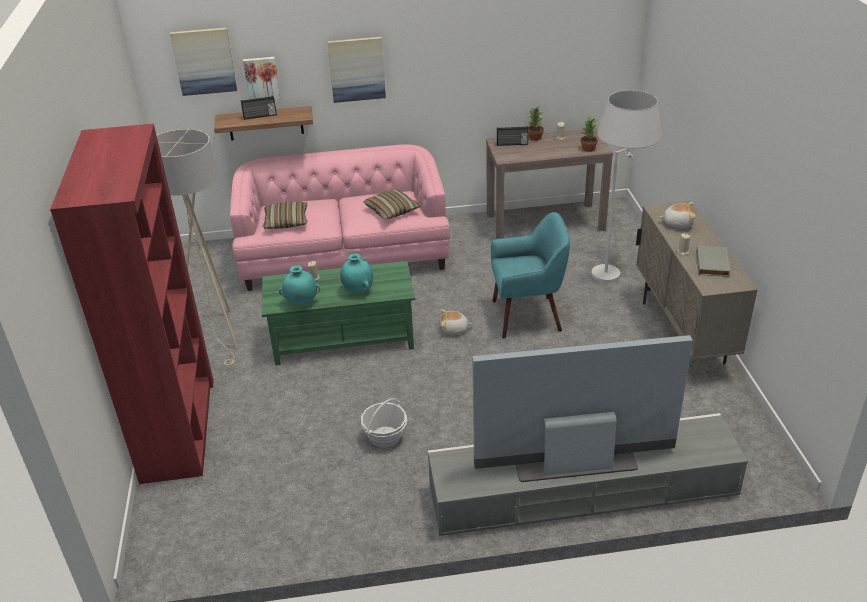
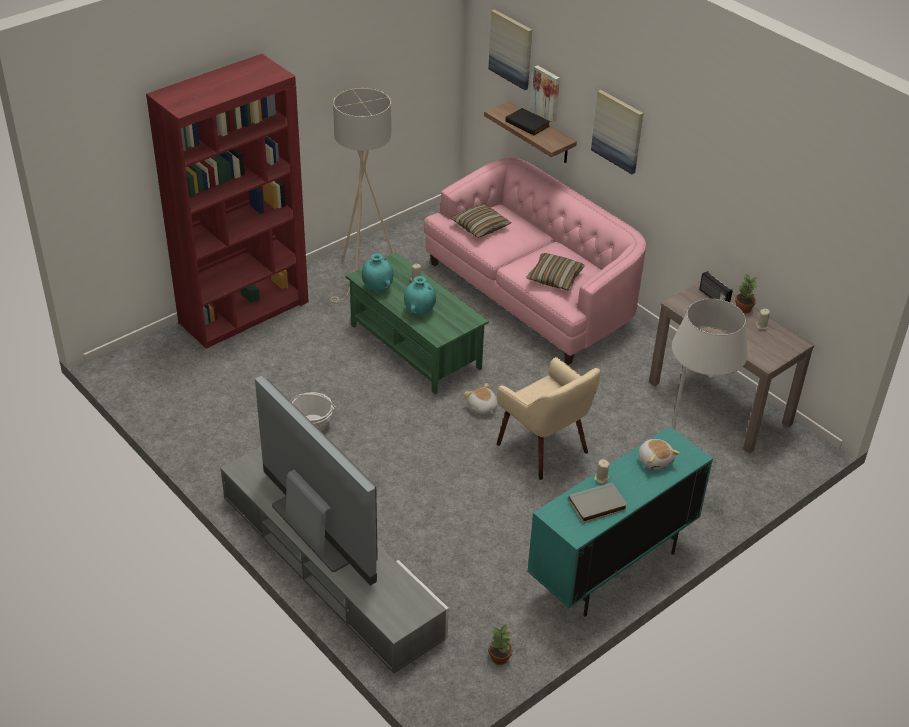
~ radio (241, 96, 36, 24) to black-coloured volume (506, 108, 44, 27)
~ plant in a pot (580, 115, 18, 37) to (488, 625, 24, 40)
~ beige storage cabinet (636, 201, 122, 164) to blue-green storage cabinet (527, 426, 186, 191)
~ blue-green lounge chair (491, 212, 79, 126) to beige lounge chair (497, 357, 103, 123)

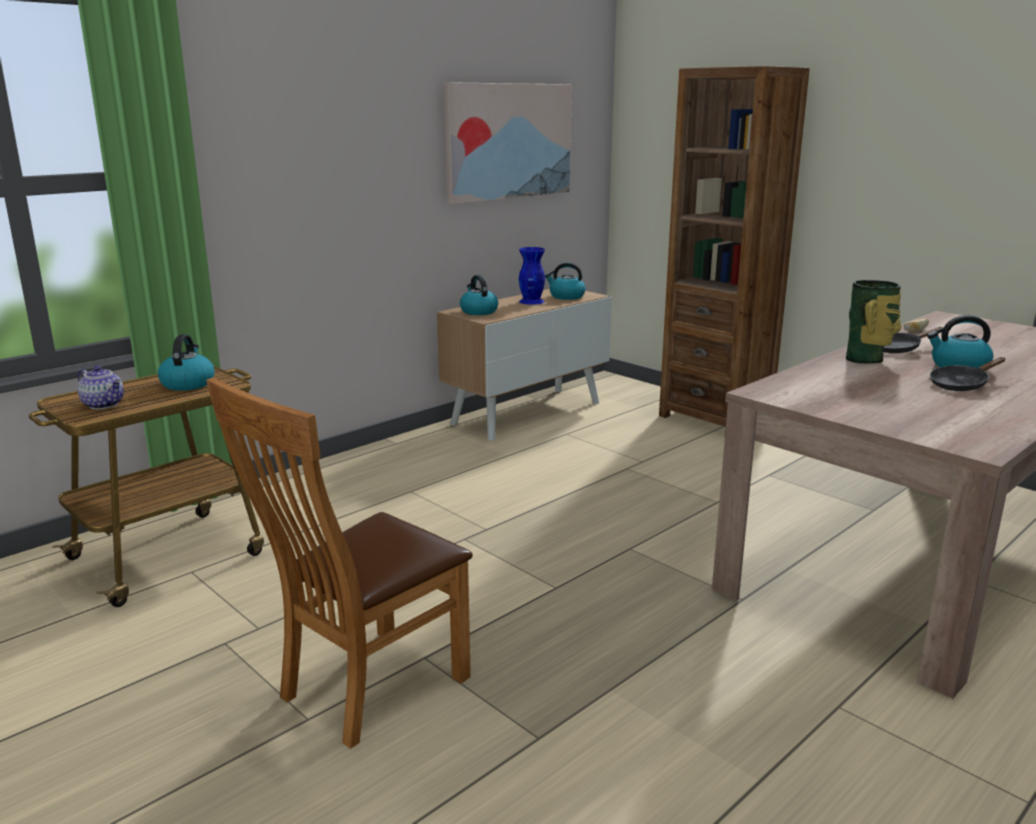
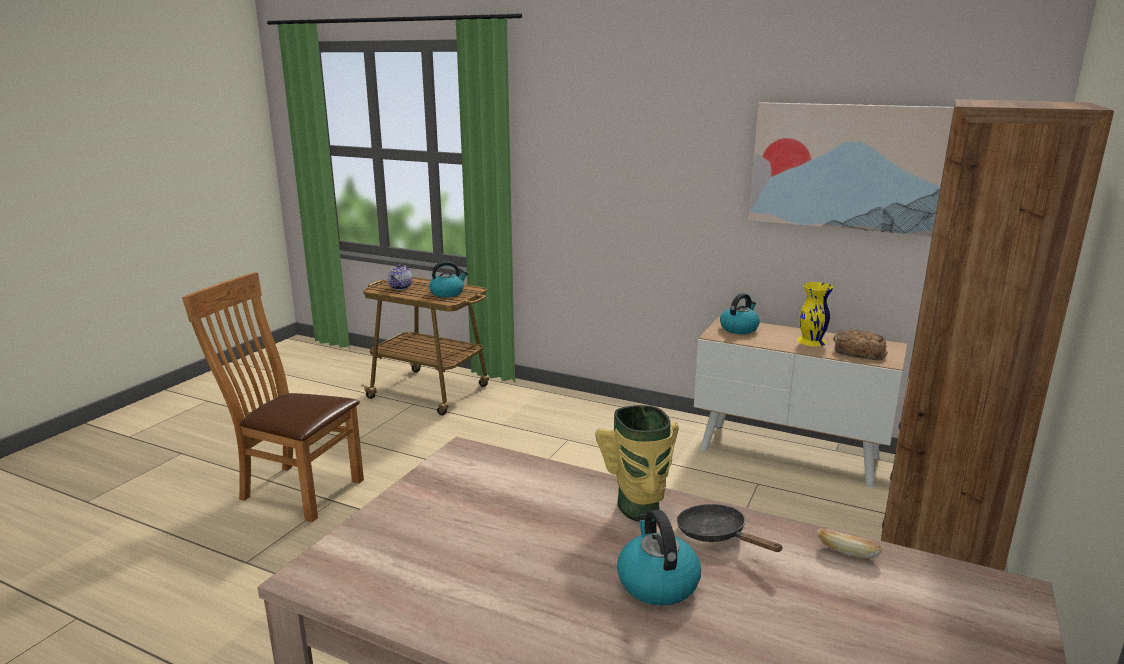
~ blue-coloured flower vase (519, 247, 26, 58) to yellow-coloured flower vase (797, 282, 37, 64)
~ kettle (545, 262, 41, 38) to bakery bread (833, 329, 55, 31)
- black-coloured frying pan (930, 357, 75, 34)

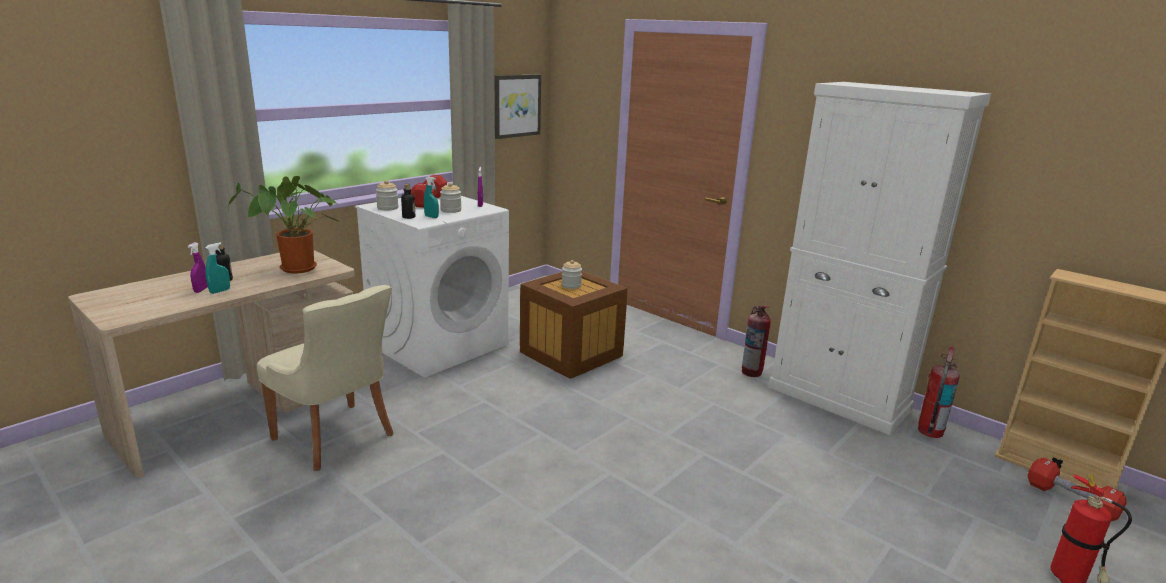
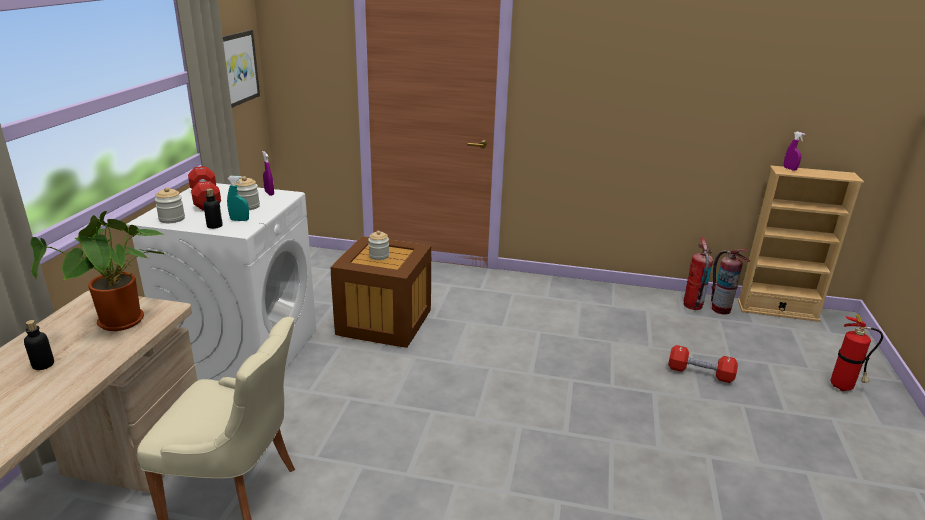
- whitish storage cabinet (768, 82, 223, 353)
~ purplish hand sprayer (188, 242, 20, 51) to (783, 132, 22, 39)
- blue-green hand sprayer (205, 243, 25, 51)
~ fire extinguisher (742, 305, 29, 72) to (711, 249, 39, 66)
~ reddish hand weight (1027, 457, 100, 64) to (668, 345, 70, 38)

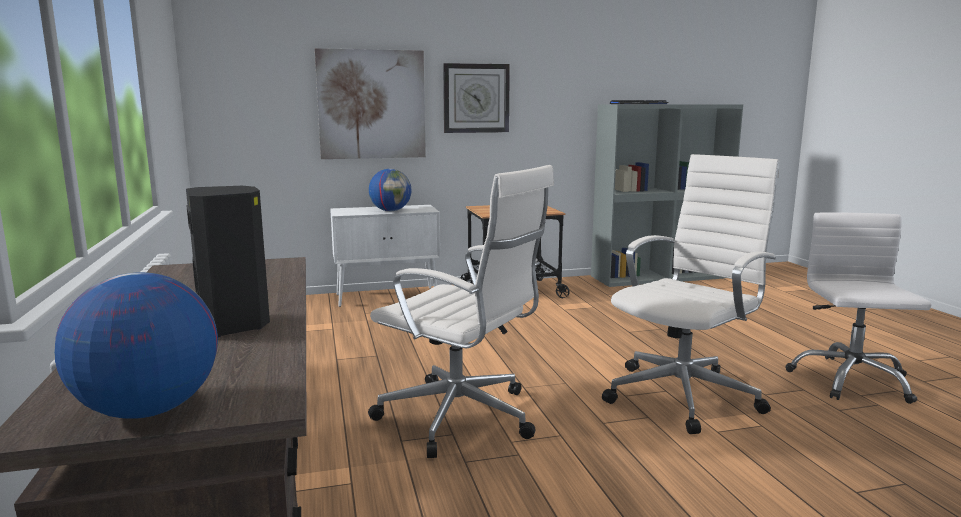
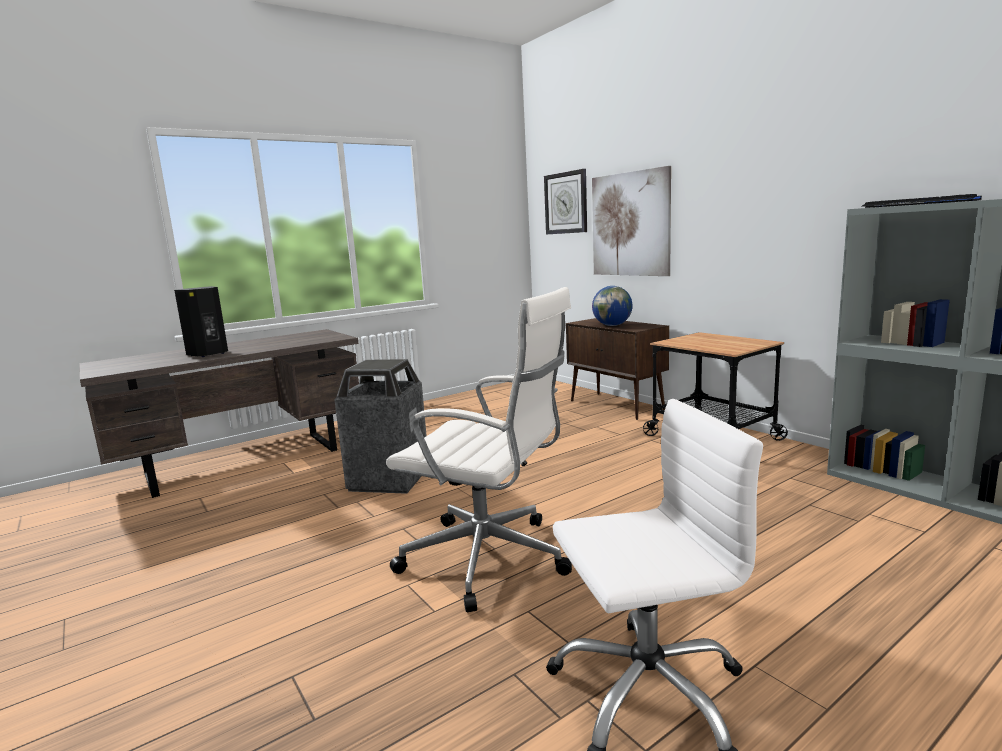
~ hanging clock (443, 63, 67, 70) to (544, 169, 43, 65)
~ whitish computer chair (368, 165, 186, 293) to trash can (335, 359, 92, 135)
~ whitish storage cabinet (330, 205, 110, 102) to brown-coloured storage cabinet (566, 318, 103, 102)
- world globe (54, 272, 164, 147)

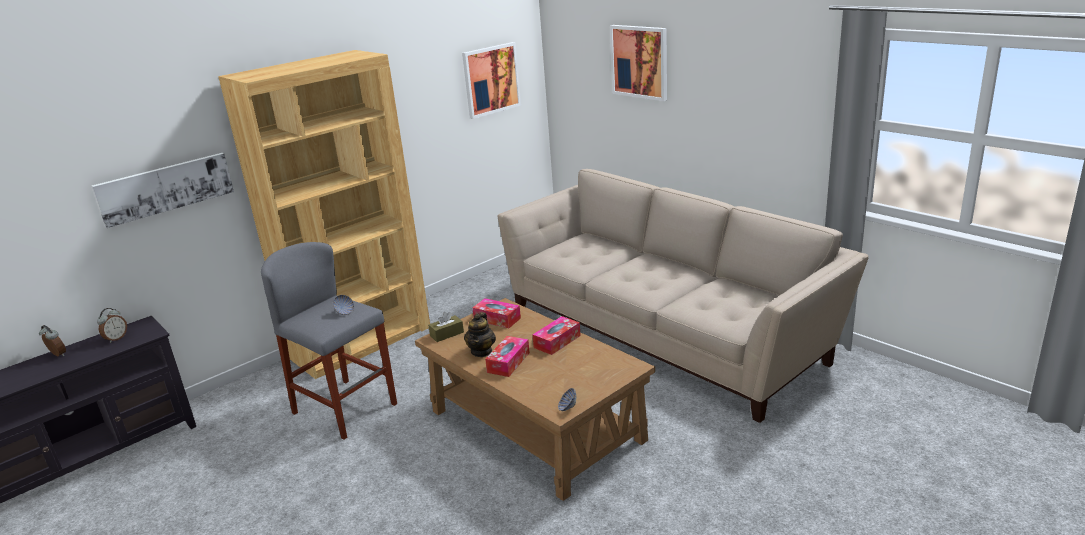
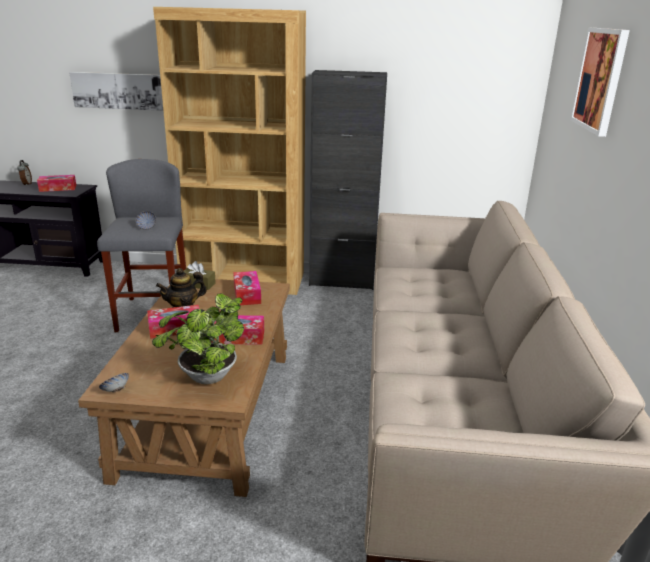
- wall picture (462, 42, 59, 77)
~ bedside clock (97, 308, 30, 35) to tissue box (37, 175, 39, 17)
+ black-coloured storage cabinet (309, 70, 78, 220)
+ plant in a pot (152, 293, 92, 91)

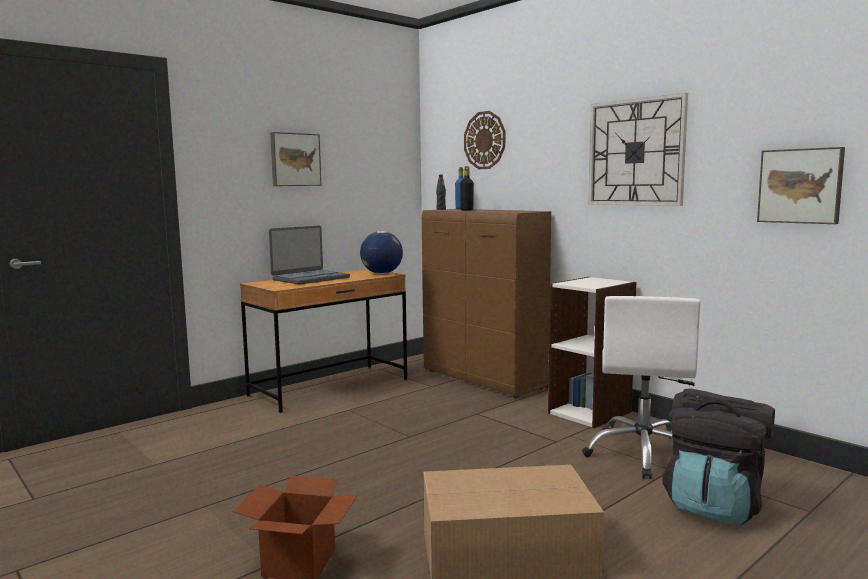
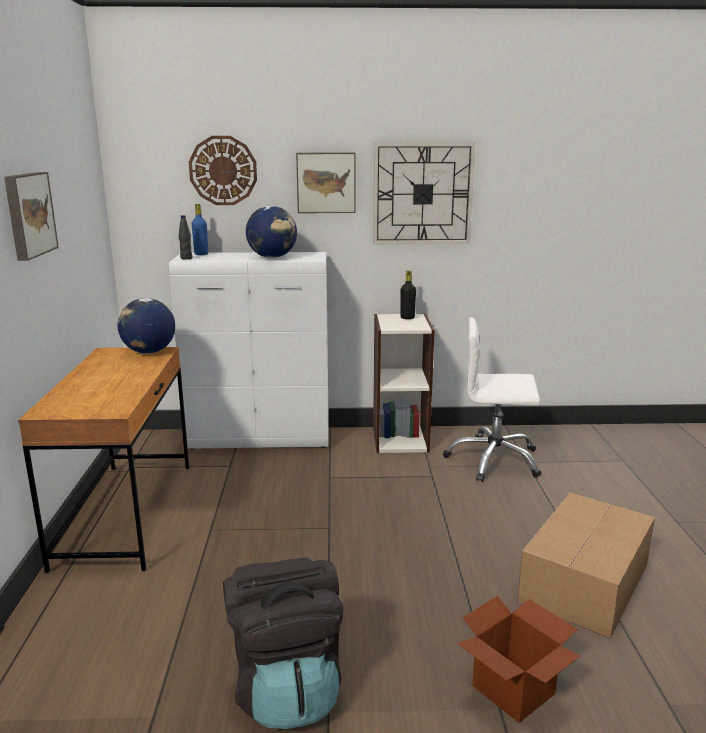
~ wall picture (757, 147, 88, 77) to (296, 153, 60, 60)
~ black-coloured bottle (460, 166, 14, 45) to (400, 271, 16, 48)
~ brown-coloured storage cabinet (422, 209, 129, 189) to whitish storage cabinet (169, 252, 160, 198)
- notebook computer (269, 226, 81, 58)
~ whitish computer chair (582, 296, 119, 183) = (443, 317, 98, 165) 135 degrees clockwise
~ black-coloured backpack (662, 389, 113, 136) to (223, 558, 120, 171)
+ world globe (246, 206, 51, 52)

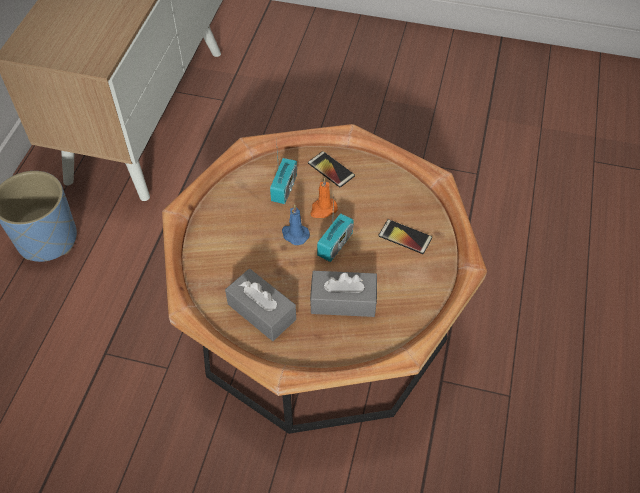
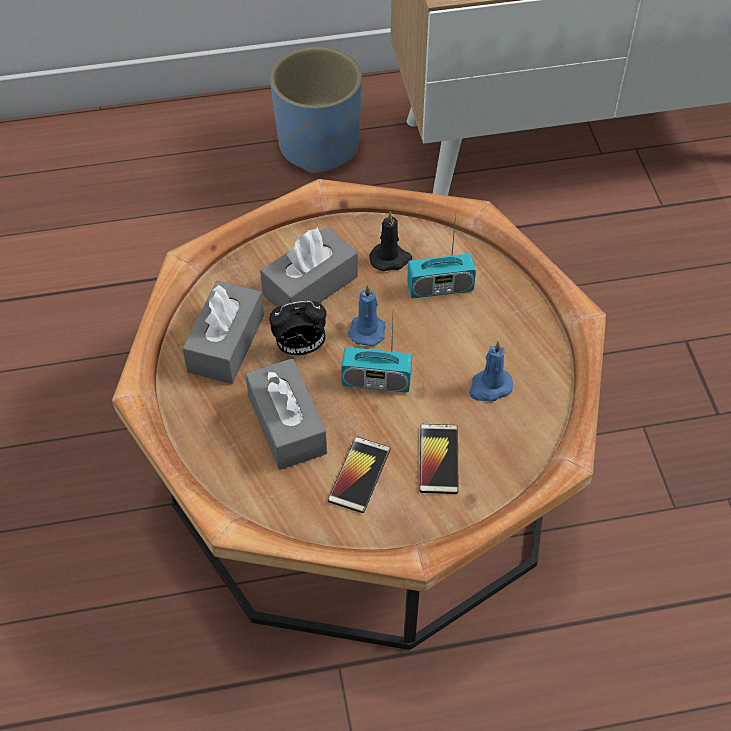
~ telephone (308, 151, 47, 36) to (328, 437, 62, 76)
- orange wax candle (310, 178, 28, 40)
+ black-coloured wax candle (369, 211, 43, 60)
+ greyish tissue box (260, 227, 98, 80)
+ bedside clock (269, 301, 58, 54)
+ blue-coloured wax candle (469, 341, 44, 61)

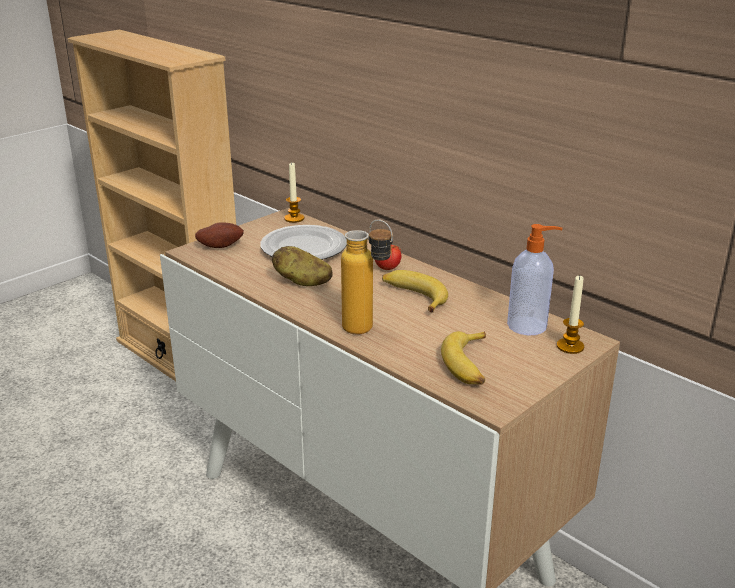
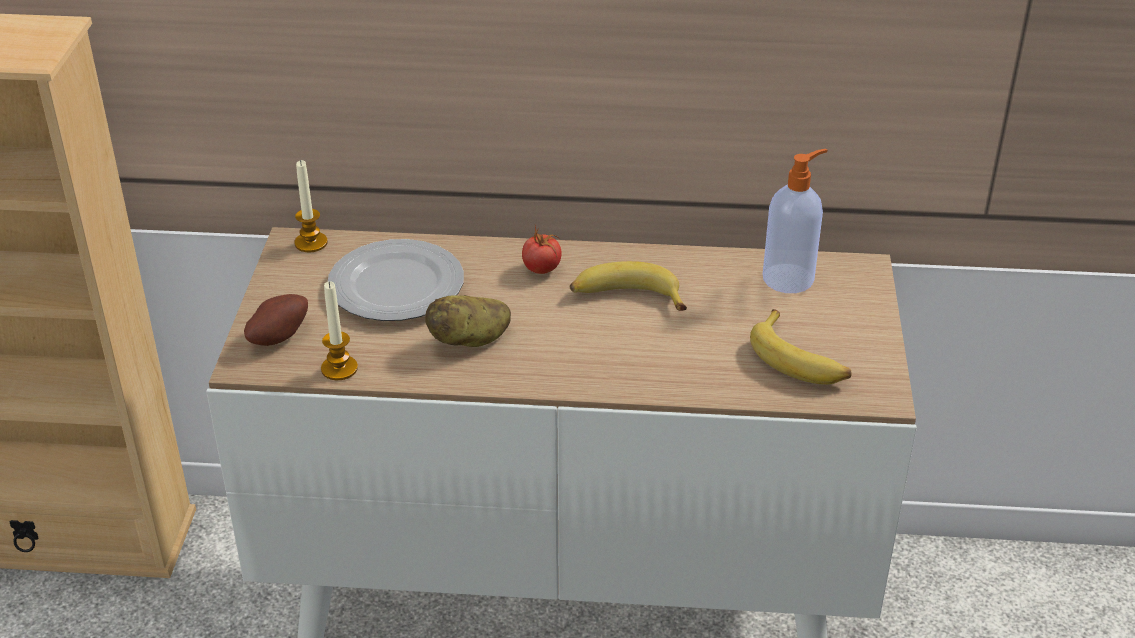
- bottle (341, 219, 52, 115)
~ wax candle (557, 276, 27, 78) to (321, 281, 37, 99)

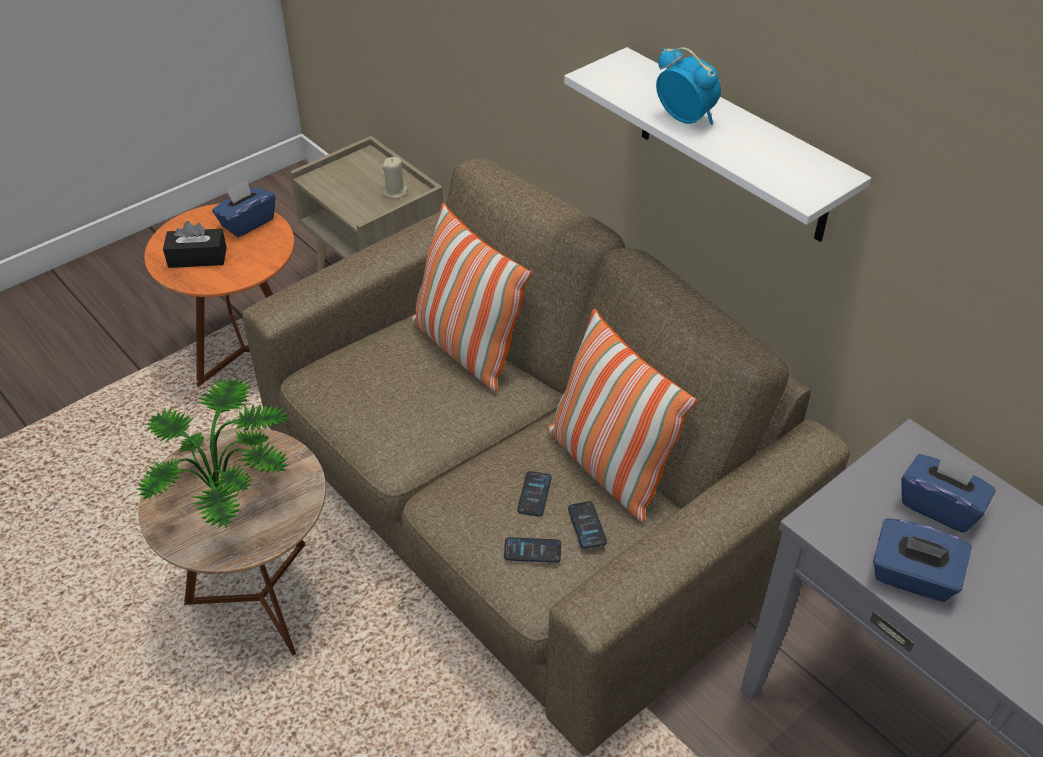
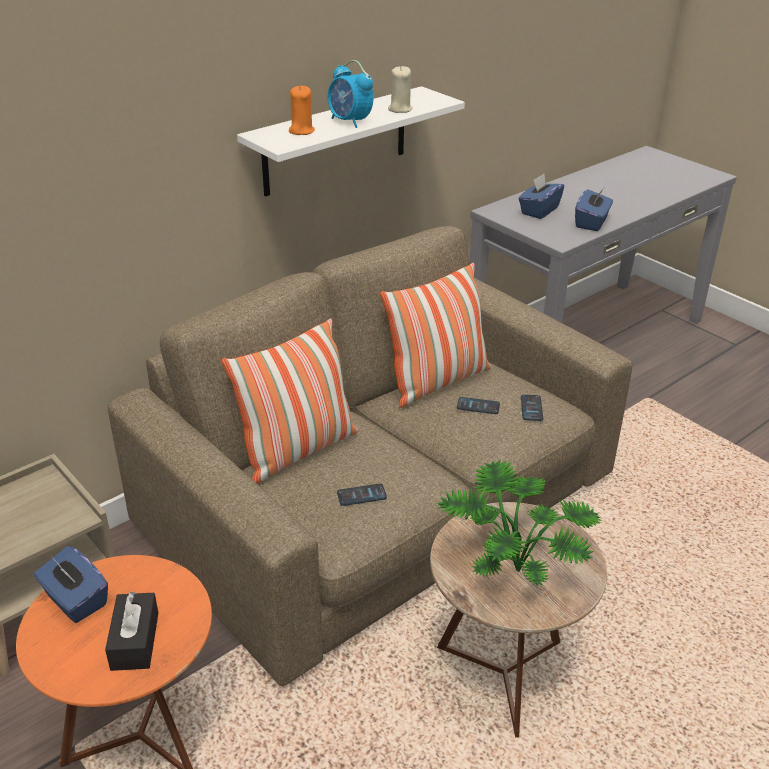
~ bedside clock (656, 47, 65, 78) = (328, 60, 46, 68) 90 degrees counterclockwise
~ beige wax candle (382, 157, 26, 42) to (388, 66, 25, 47)
~ telephone (568, 501, 39, 48) to (337, 484, 50, 22)
+ orange wax candle (289, 86, 26, 49)

